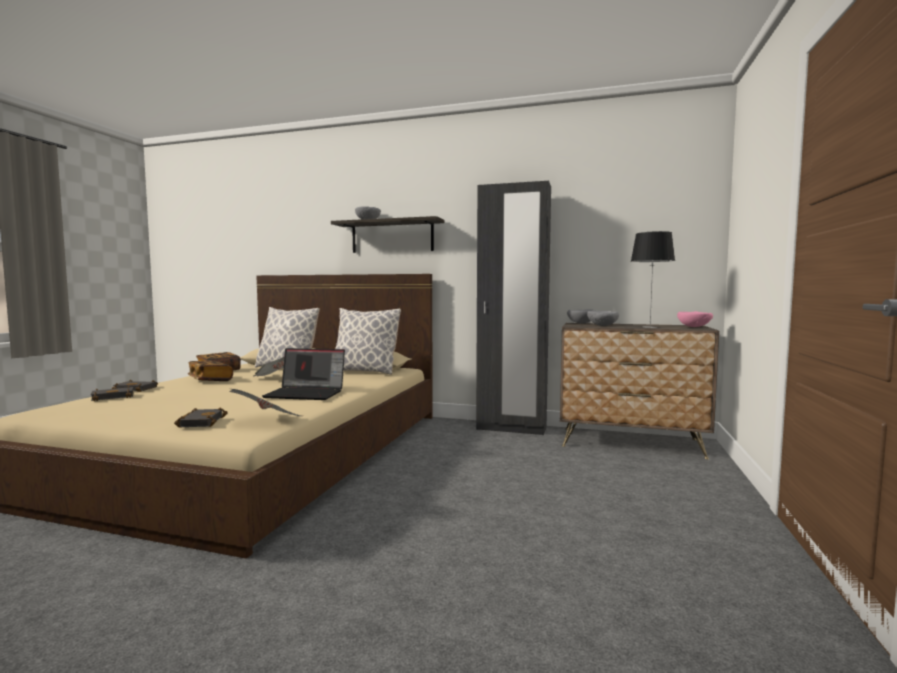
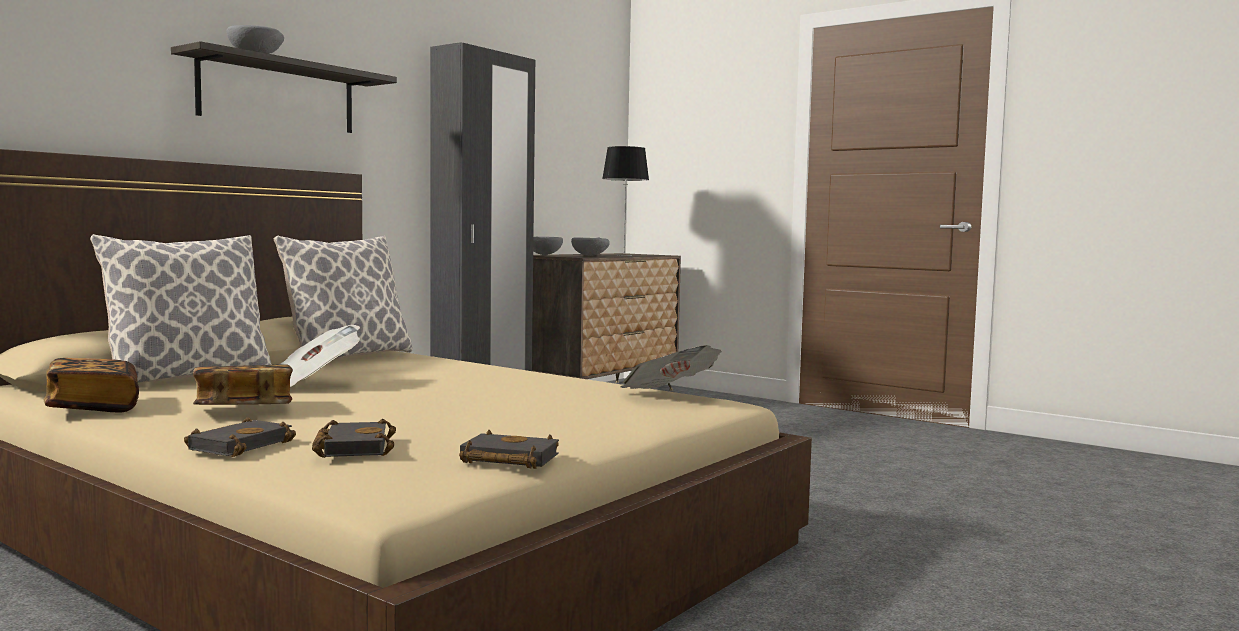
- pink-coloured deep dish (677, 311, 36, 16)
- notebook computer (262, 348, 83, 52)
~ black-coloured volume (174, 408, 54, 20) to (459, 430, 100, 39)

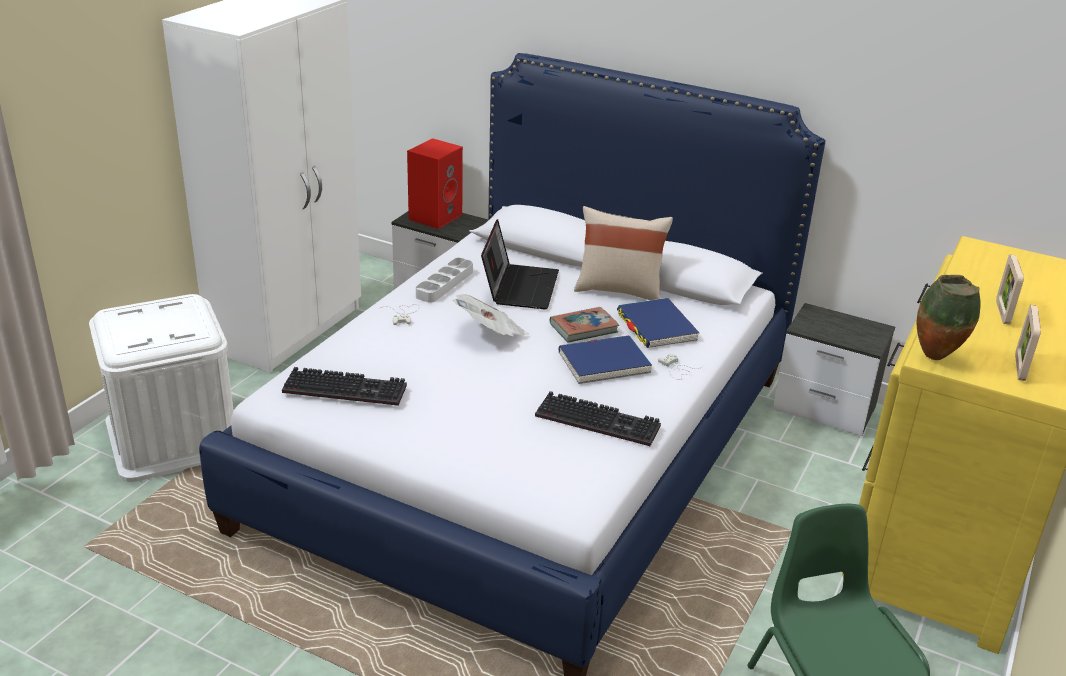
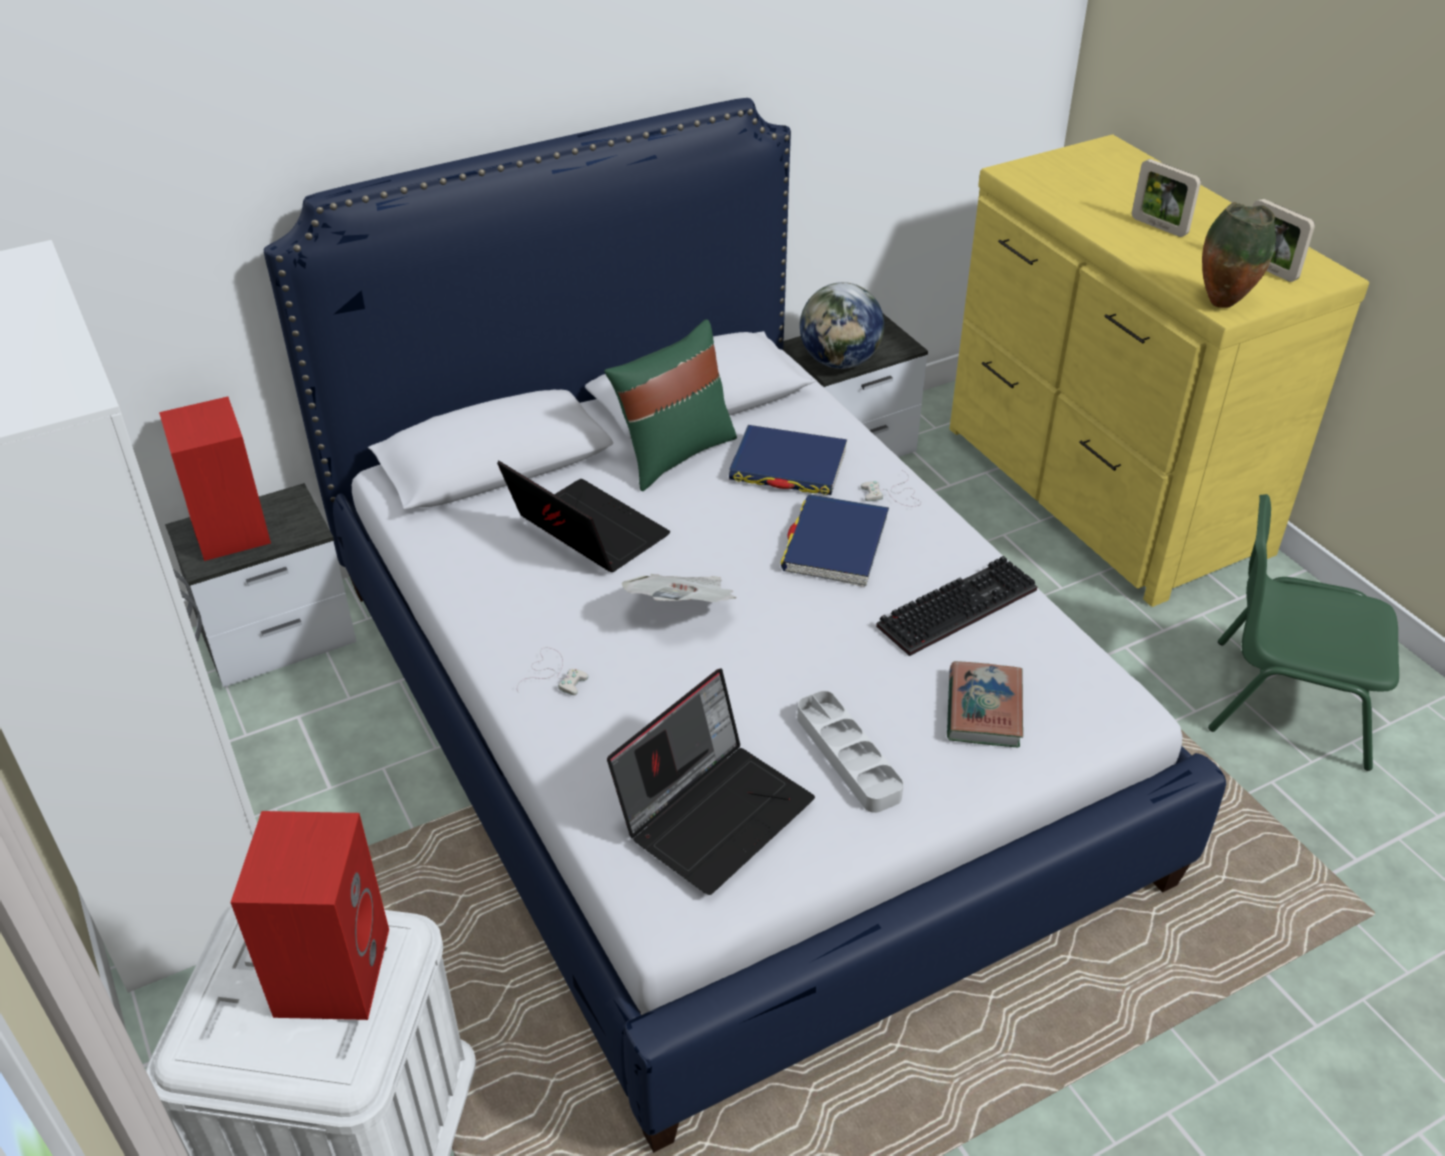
~ beige pillow (574, 206, 99, 94) to green pillow (604, 319, 133, 172)
~ greyish tray (416, 258, 57, 45) to (797, 691, 107, 122)
~ volume (550, 307, 69, 36) to (947, 661, 76, 86)
~ keyboard (282, 367, 125, 39) to notebook computer (607, 669, 208, 226)
+ world globe (800, 282, 84, 87)
+ reddish audio speaker (230, 811, 159, 209)

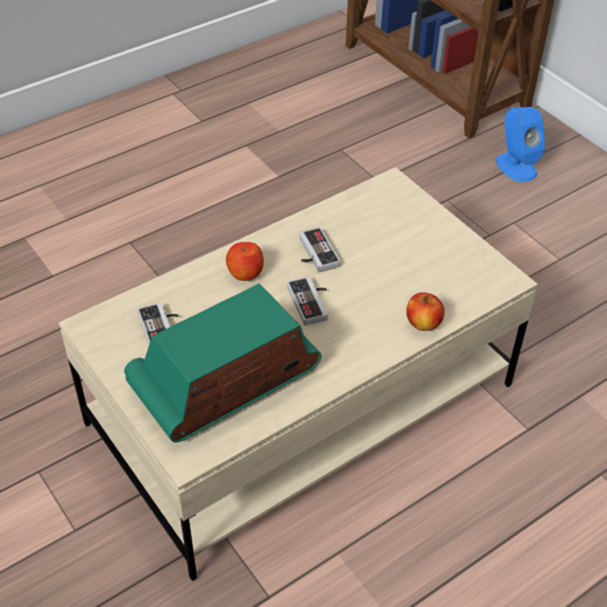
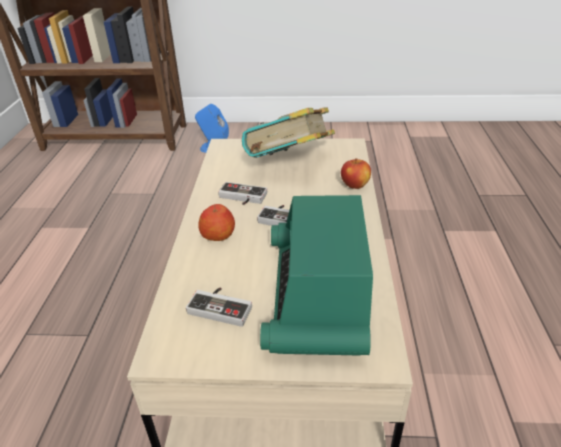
+ volume (242, 107, 93, 51)

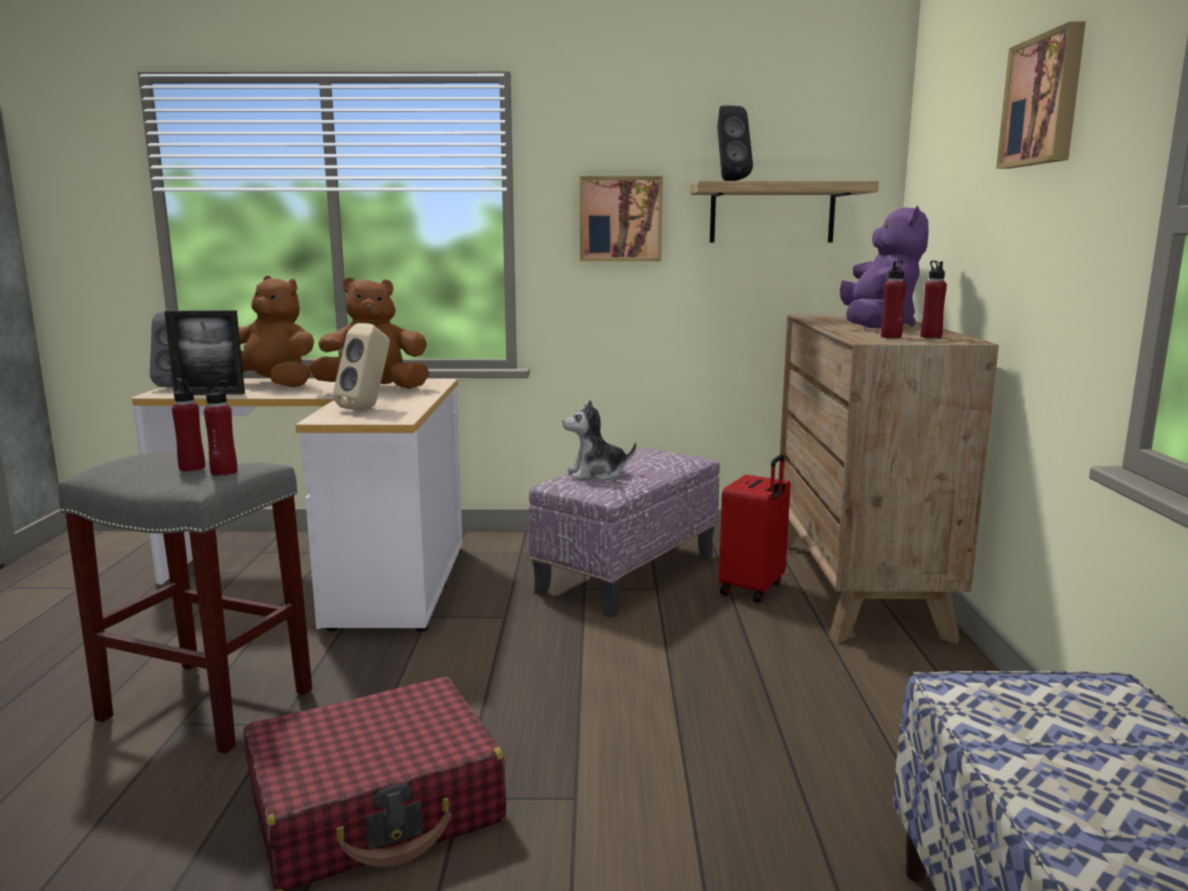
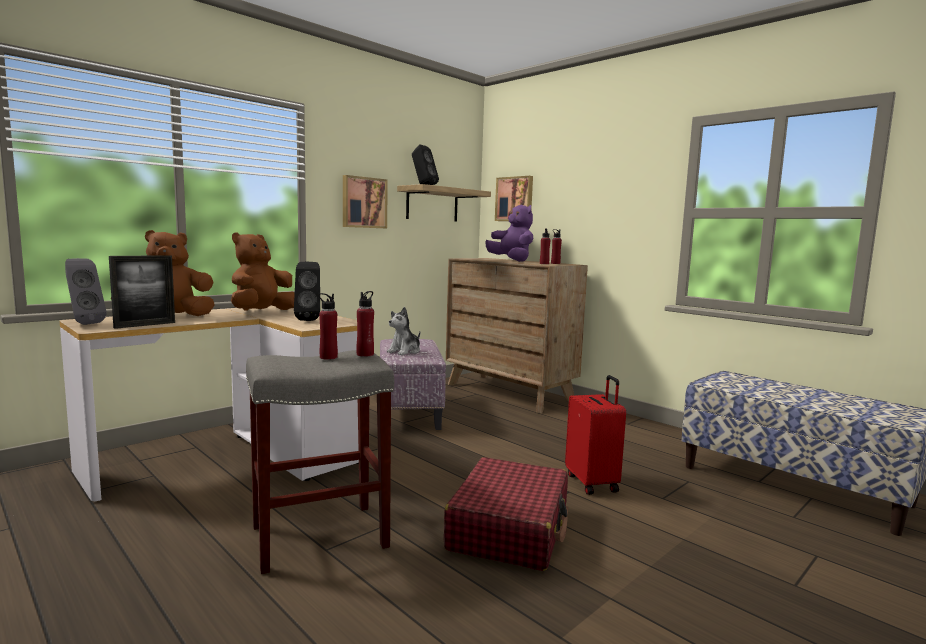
~ wall picture (996, 22, 90, 147) to (495, 176, 38, 45)
~ beige audio speaker (333, 323, 57, 87) to black-coloured audio speaker (294, 262, 26, 59)
~ reddish travel case (719, 455, 72, 148) to (565, 375, 61, 120)

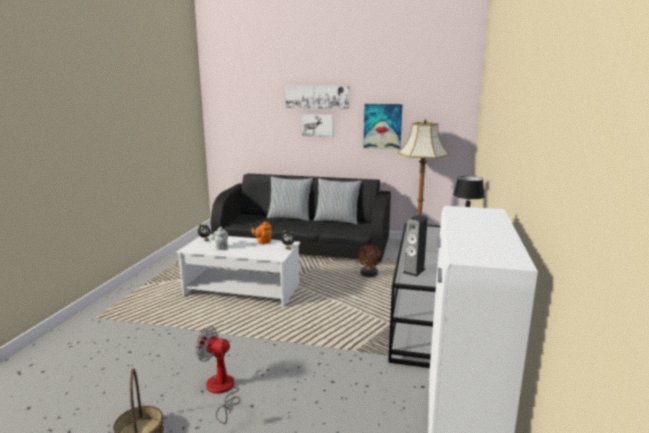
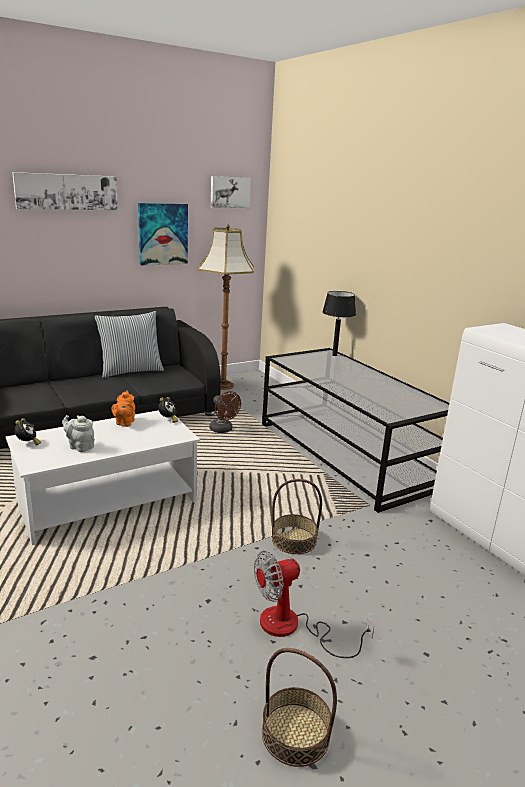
~ wall picture (302, 114, 32, 23) to (211, 176, 40, 32)
- pillow (267, 176, 46, 45)
- audio speaker (403, 215, 25, 62)
+ storage basket (272, 479, 50, 75)

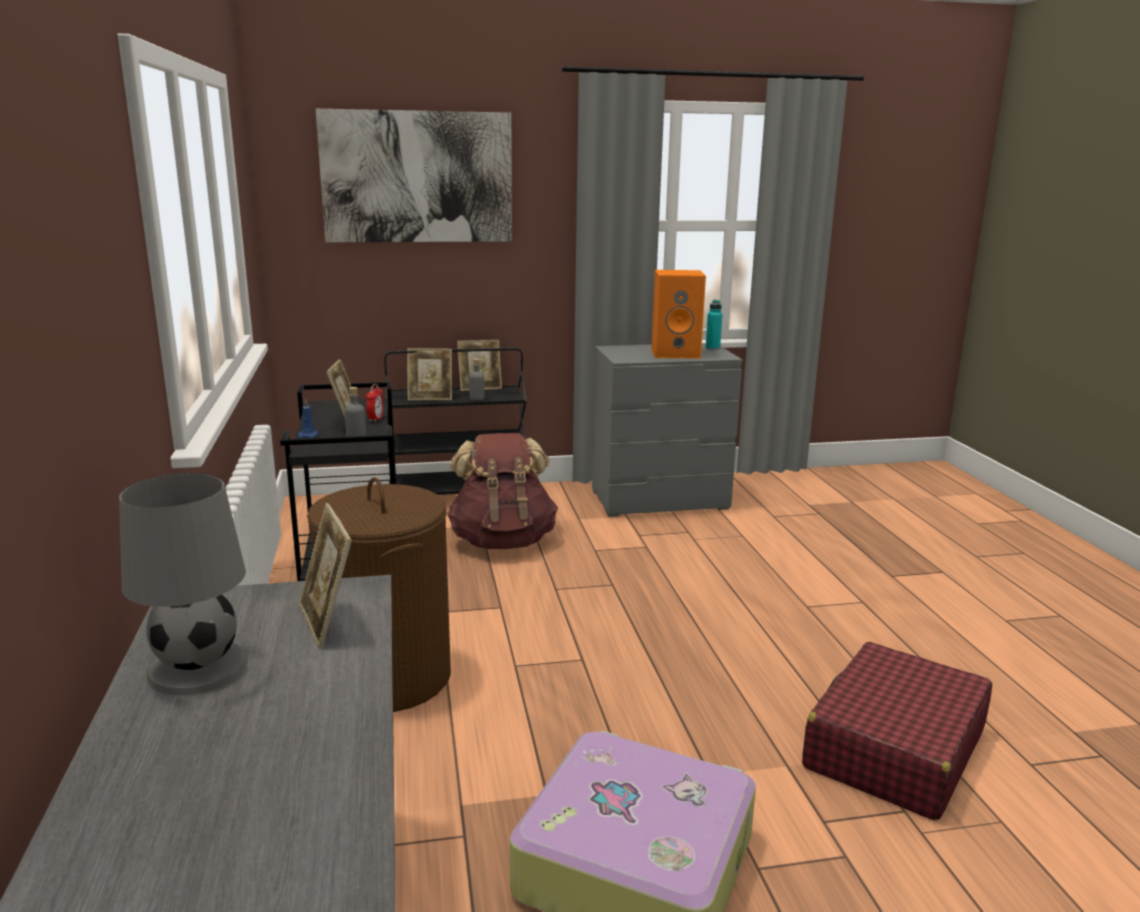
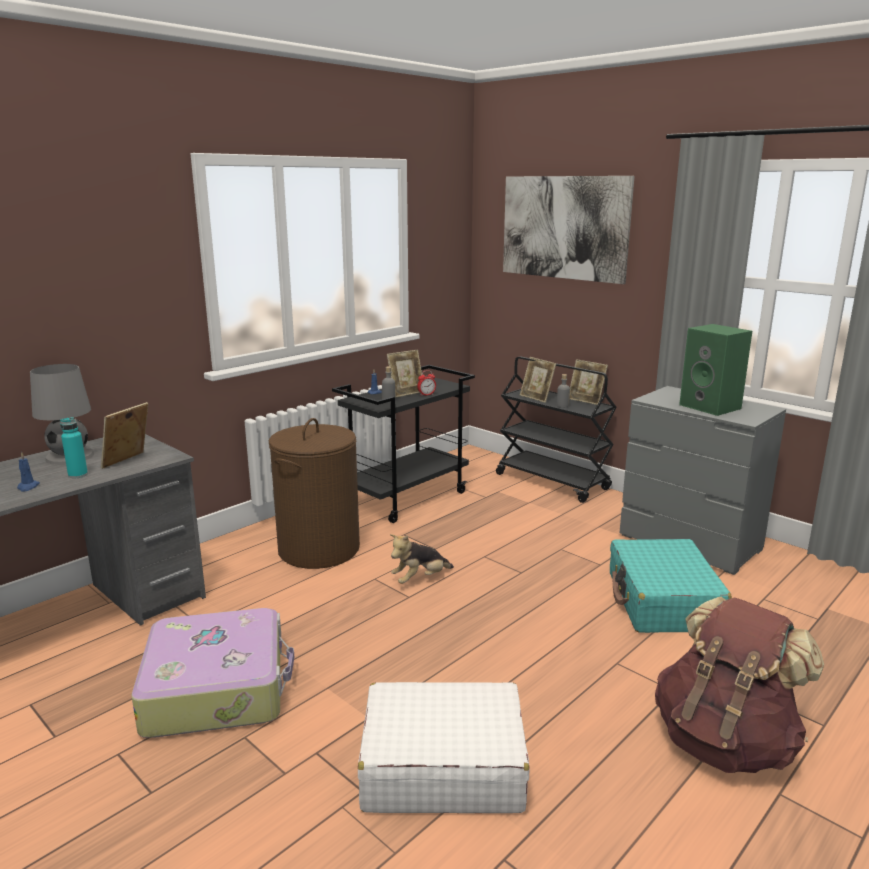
~ orange audio speaker (651, 270, 55, 89) to green audio speaker (679, 324, 73, 92)
~ blue-green bottle (706, 300, 16, 50) to (60, 417, 28, 61)
~ brown-coloured backpack (447, 433, 111, 116) to (655, 597, 169, 176)
~ reddish travel case (802, 642, 190, 179) to whitish travel case (358, 682, 172, 131)
+ blue-coloured wax candle (17, 452, 23, 39)
+ soft toy (390, 534, 64, 50)
+ blue-green travel case (610, 539, 122, 94)

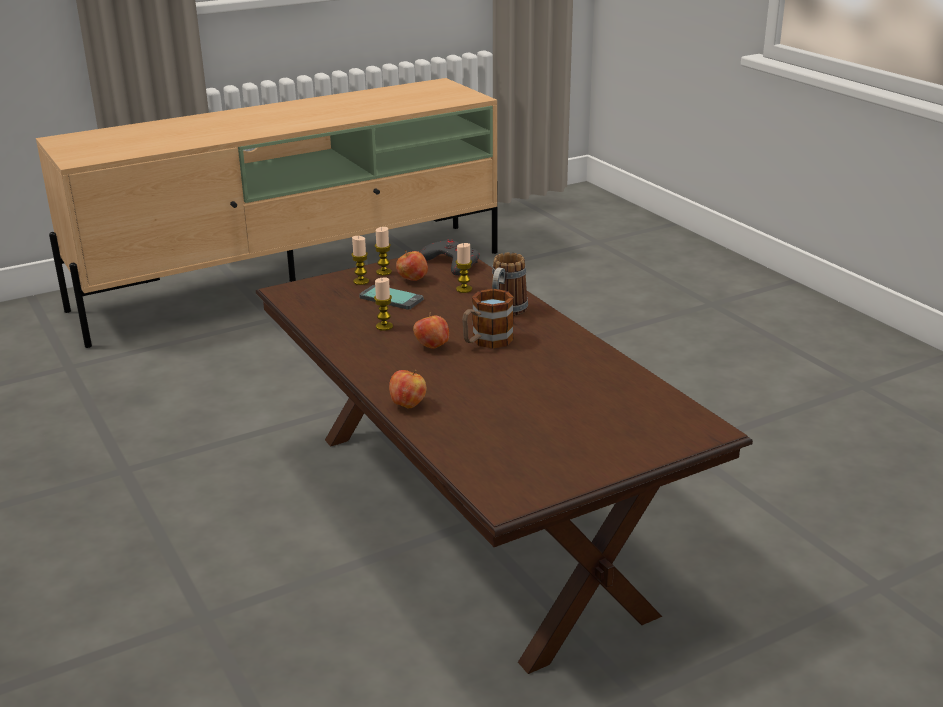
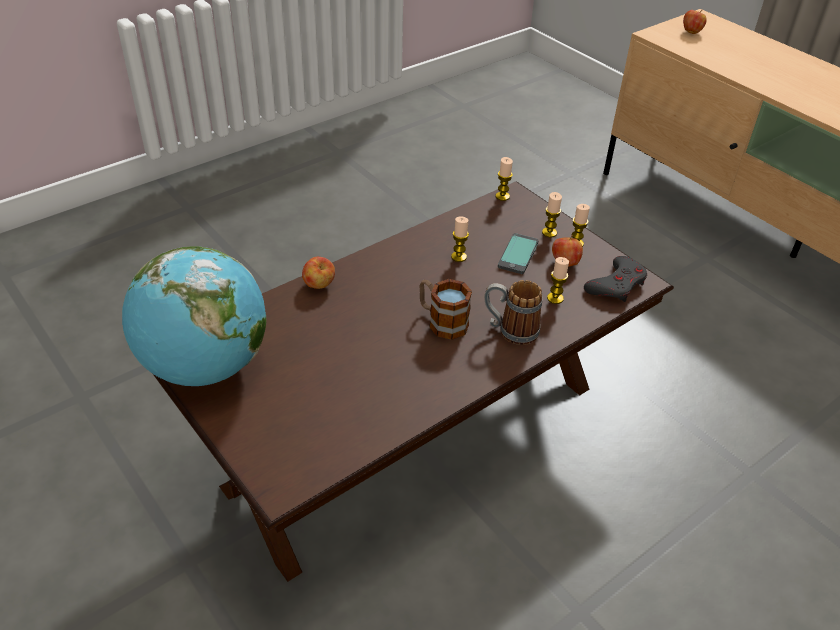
~ apple fruit (413, 312, 36, 37) to (683, 10, 24, 24)
+ wax candle (496, 157, 17, 44)
+ world globe (122, 247, 145, 139)

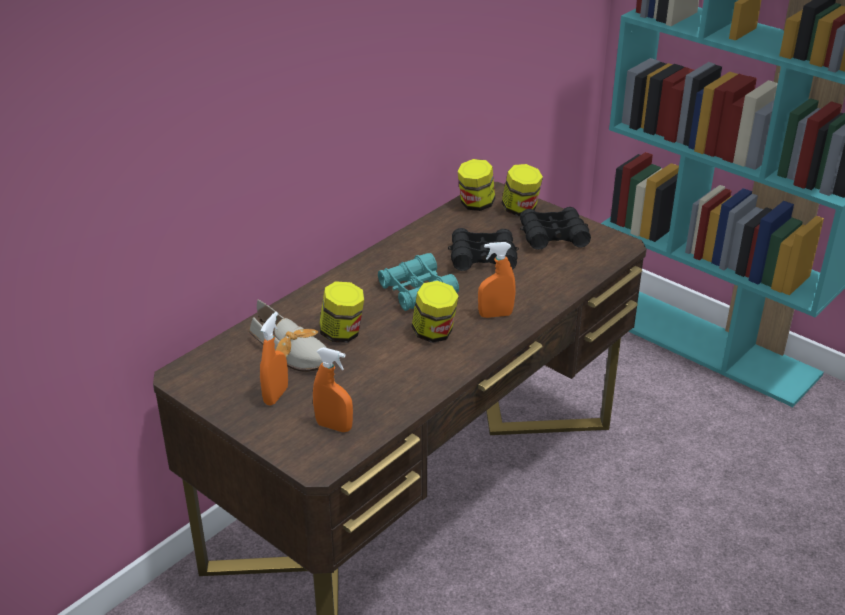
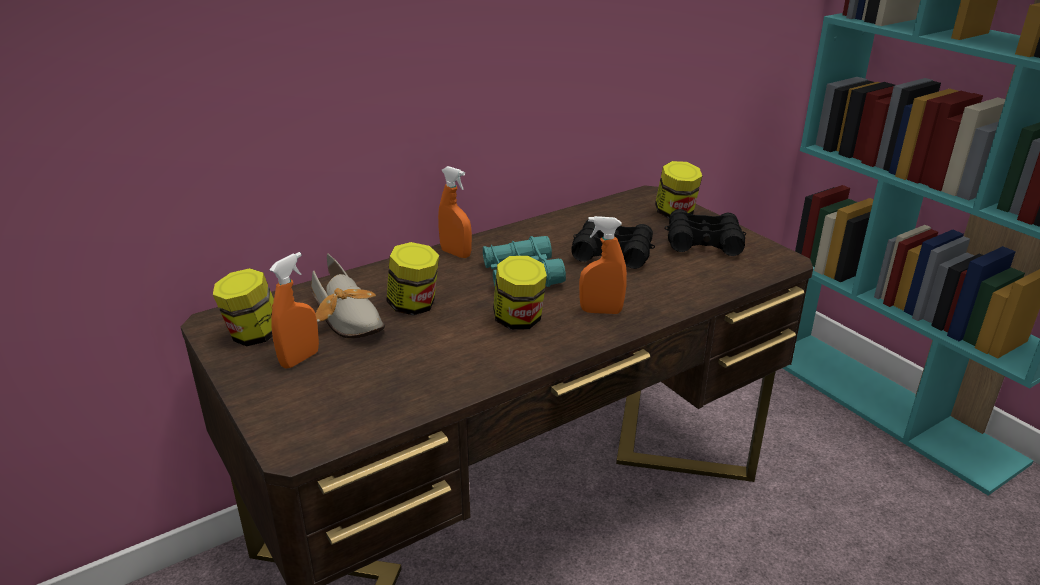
~ jar (458, 159, 37, 52) to (213, 268, 61, 78)
~ orange hand sprayer (313, 347, 40, 85) to (438, 166, 34, 92)

